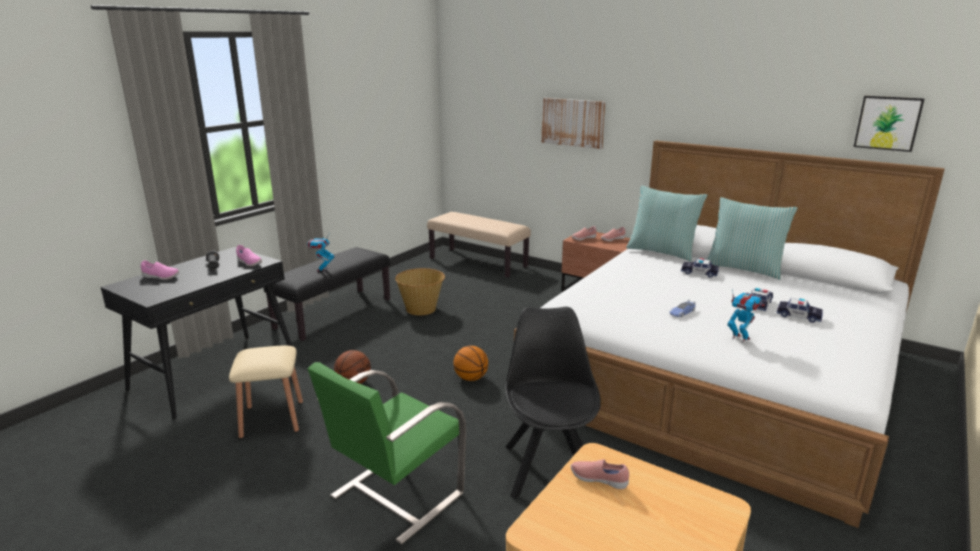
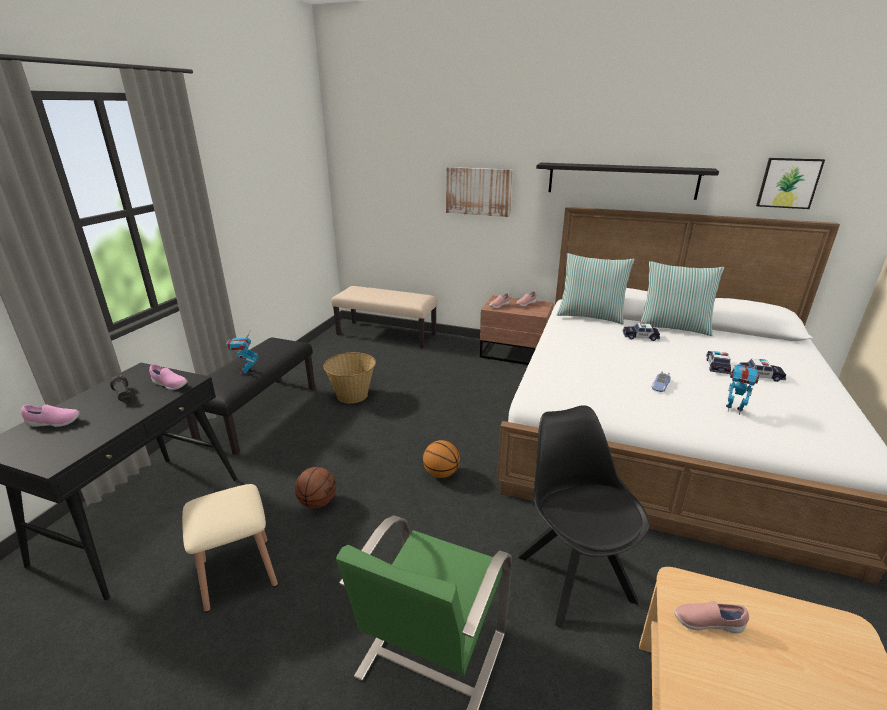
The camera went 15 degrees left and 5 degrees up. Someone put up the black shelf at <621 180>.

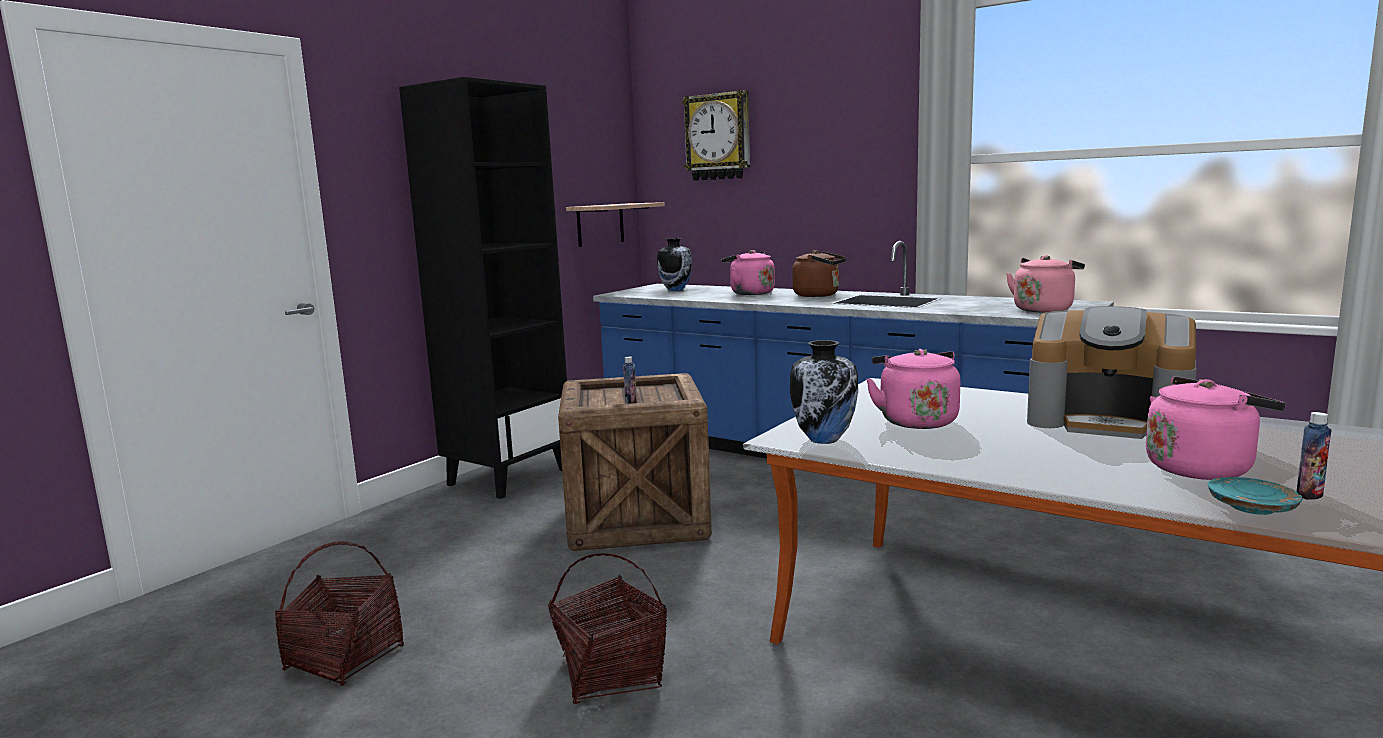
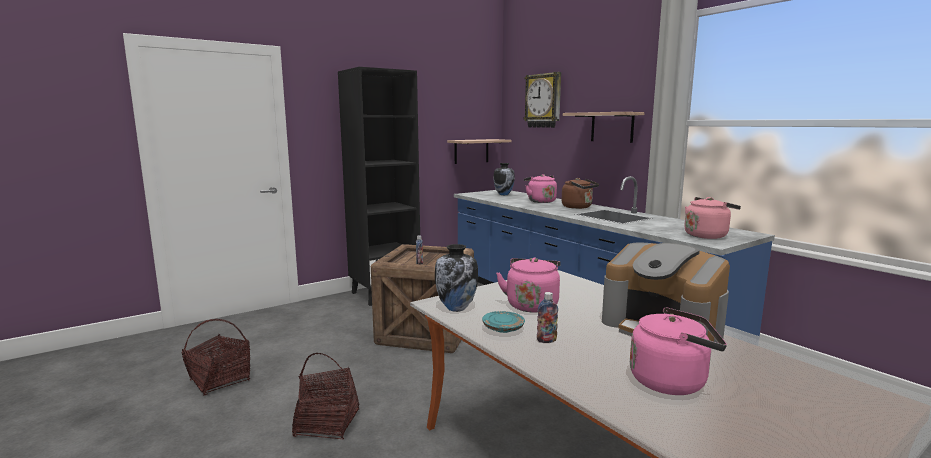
The camera went 20 degrees right and 0 degrees up. Someone put up the shelf at <612 127>. Someone carried the turquoise plate from <1251 507> to <503 328>. Someone carried the bottle from <1309 495> to <546 340>.

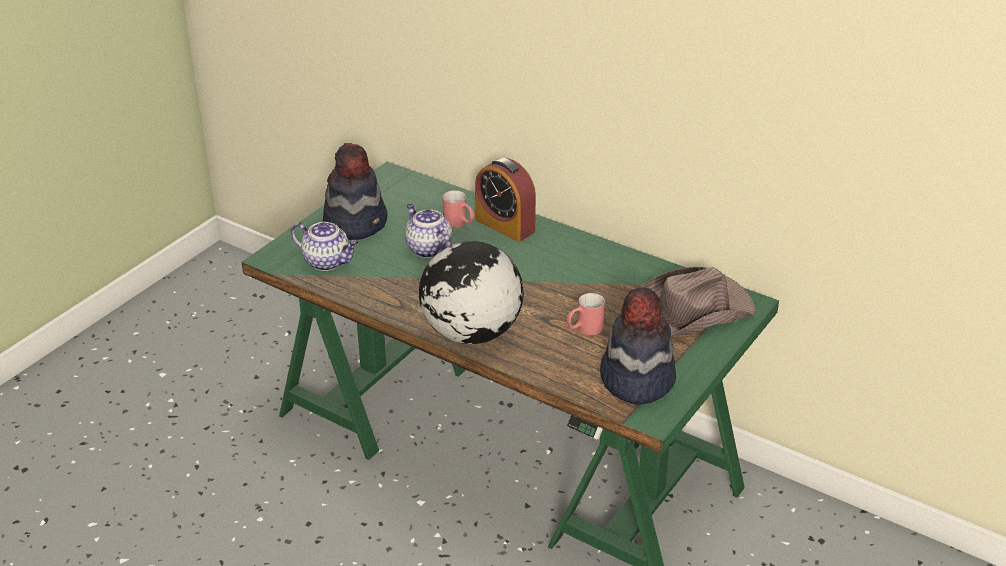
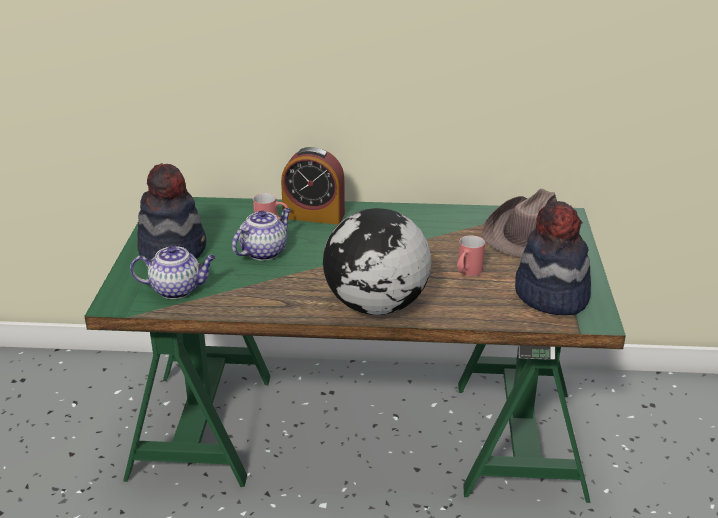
The camera went 30 degrees left and 5 degrees down. Someone rotated the teapot at <428 249> by 105 degrees clockwise.

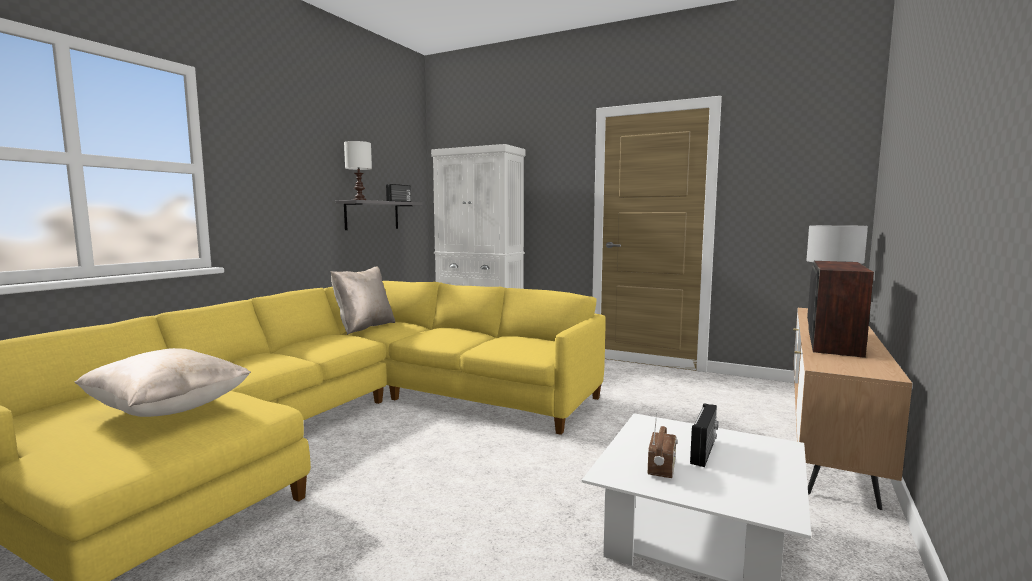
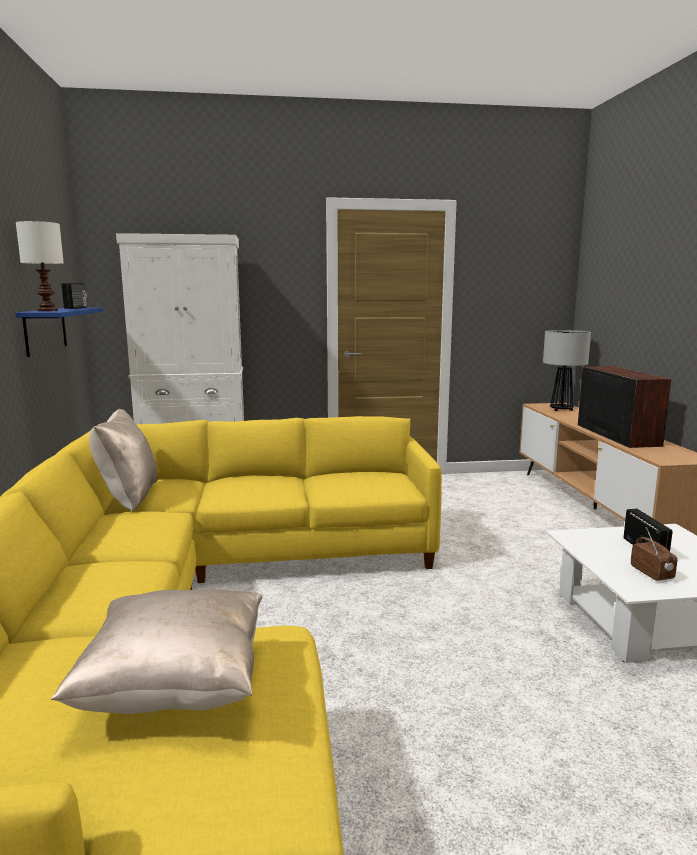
The camera went 35 degrees left and 5 degrees up. Someone repainted the grey shelf at <372 215>, which became the blue shelf at <45 330>.

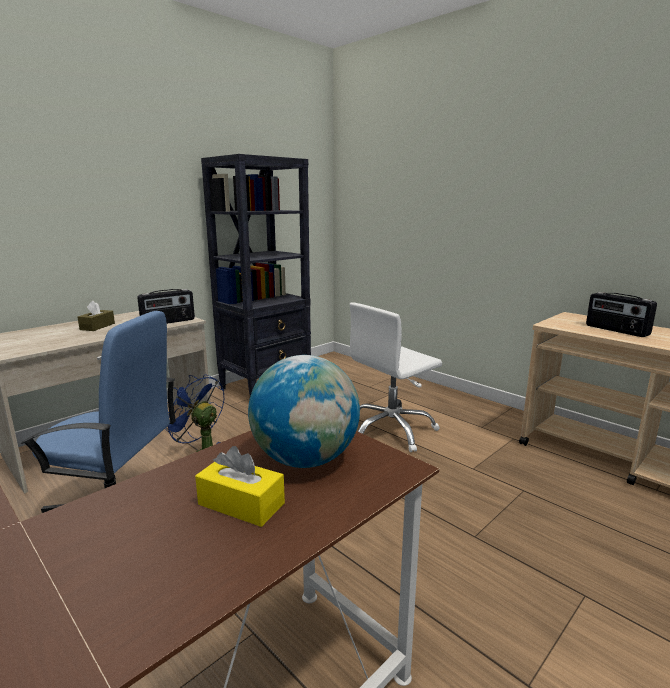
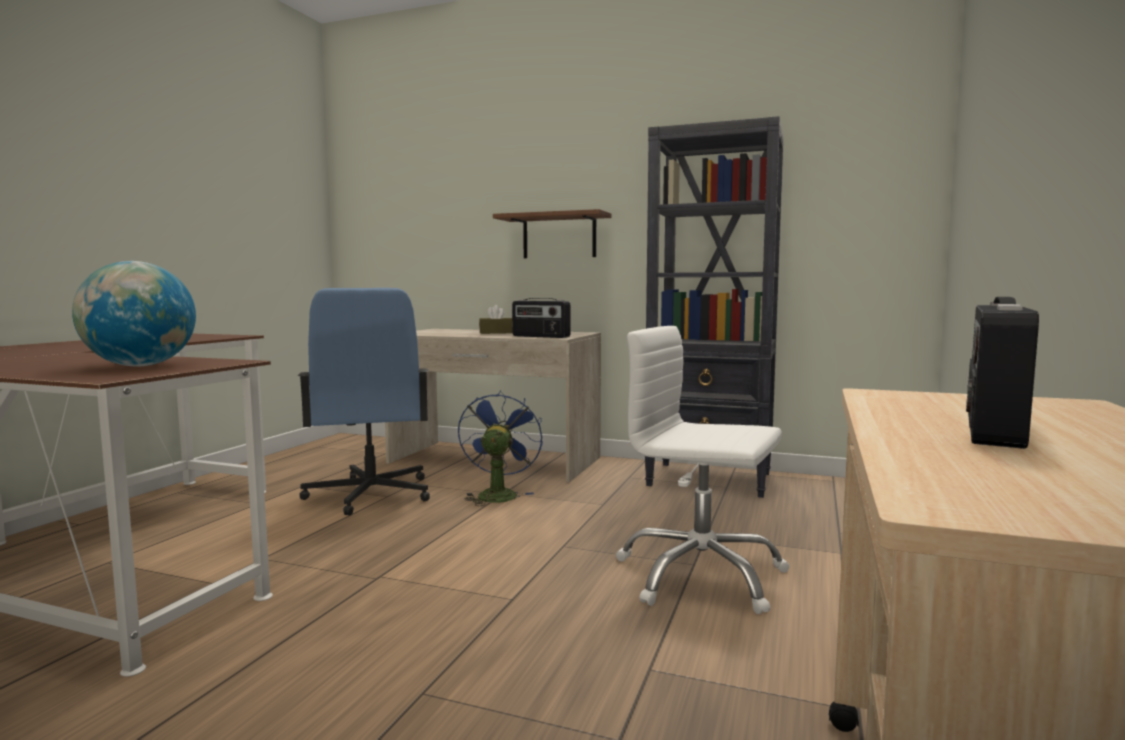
The camera went 65 degrees right and 10 degrees down. Someone took away the yellow tissue box at <241 504>. Someone put up the brown shelf at <559 236>.

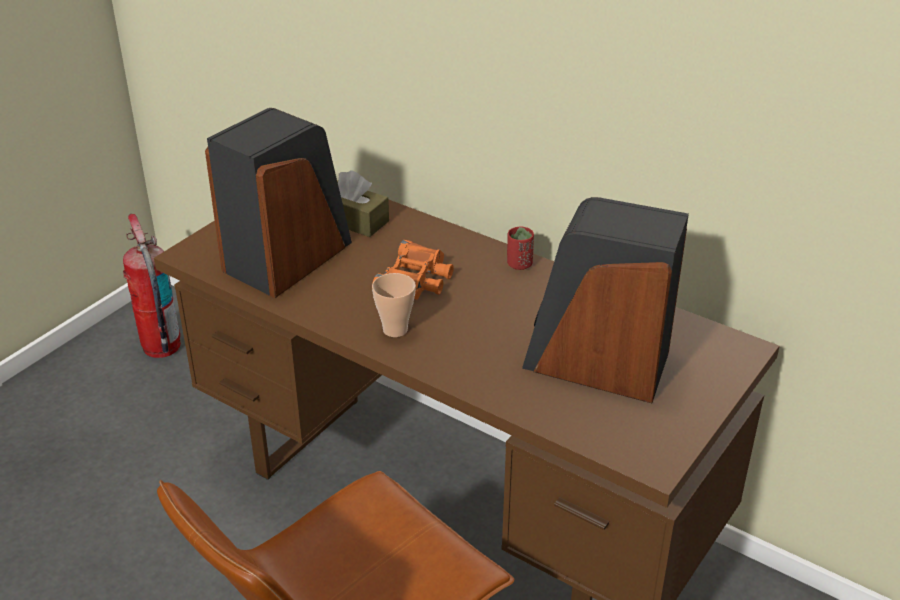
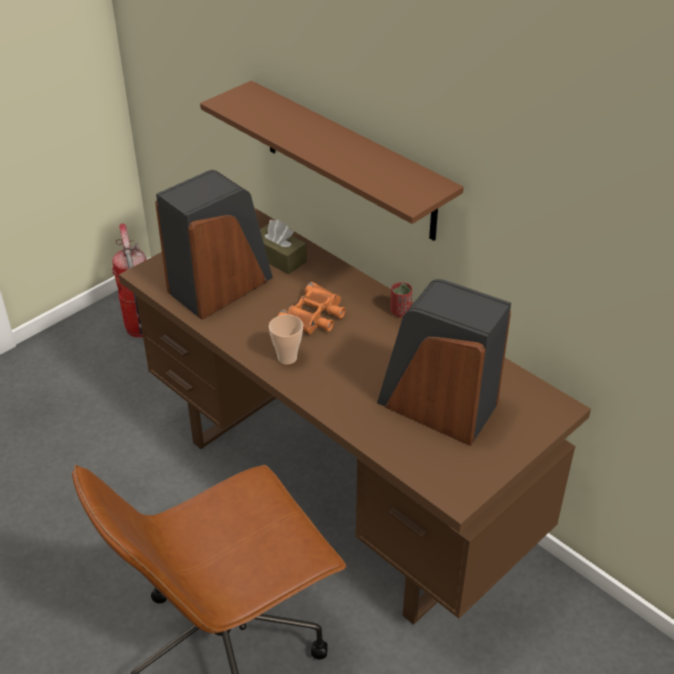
The camera went 10 degrees right and 5 degrees up. Someone put up the brown shelf at <349 161>.

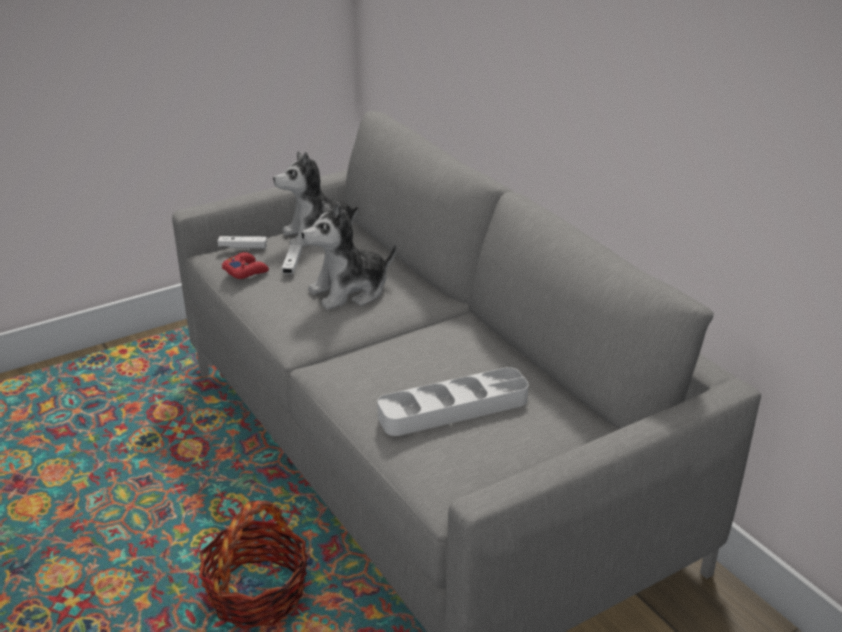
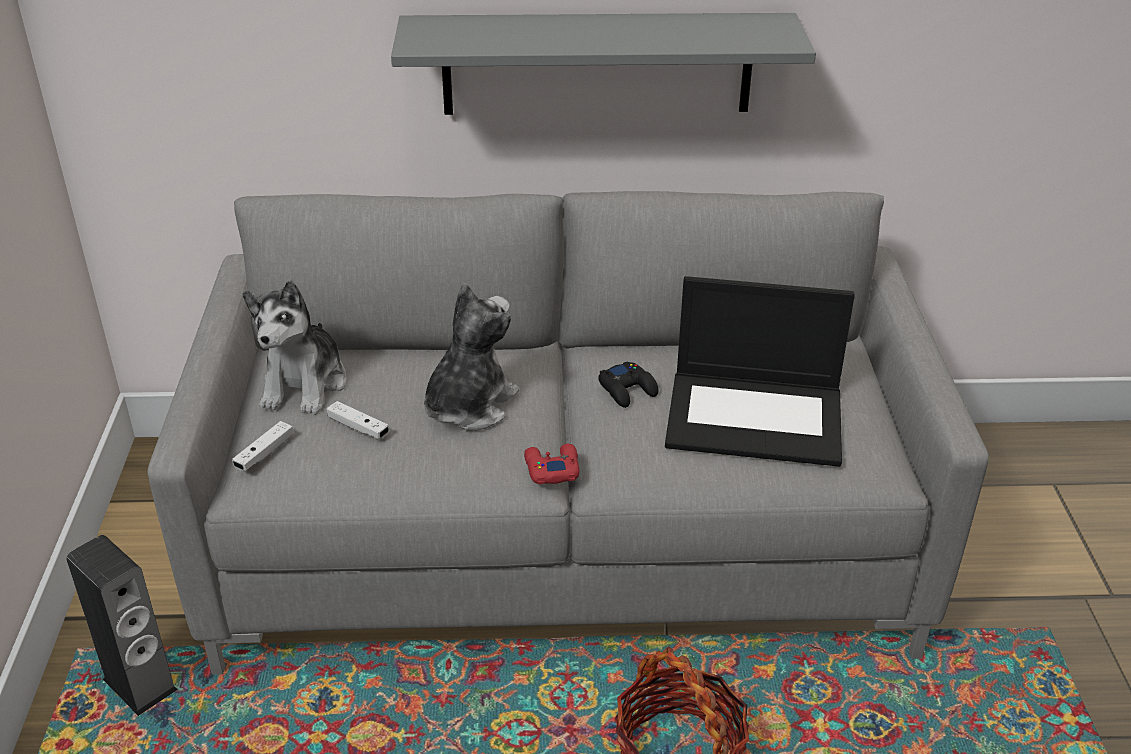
The camera went 60 degrees left and 5 degrees up. Someone put down the speaker at <140 686>. Someone put up the grey shelf at <597 64>. Someone put down the black game controller at <628 390>. Someone carried the red game controller from <245 271> to <551 469>. Someone swapped the grey tray at <453 408> for the laptop at <756 417>. Someone rotated the plush toy at <350 292> by 150 degrees counterclockwise.

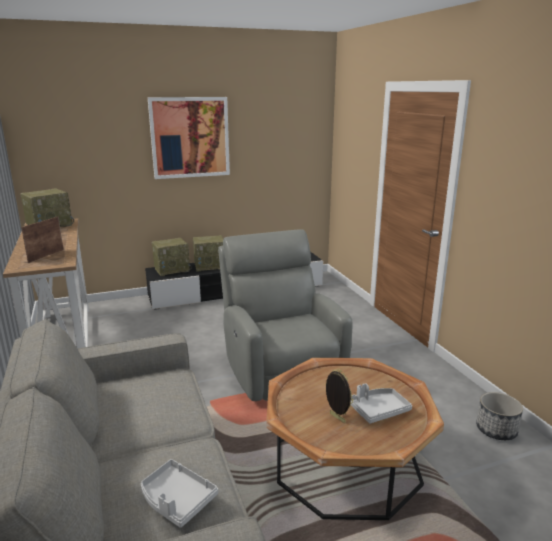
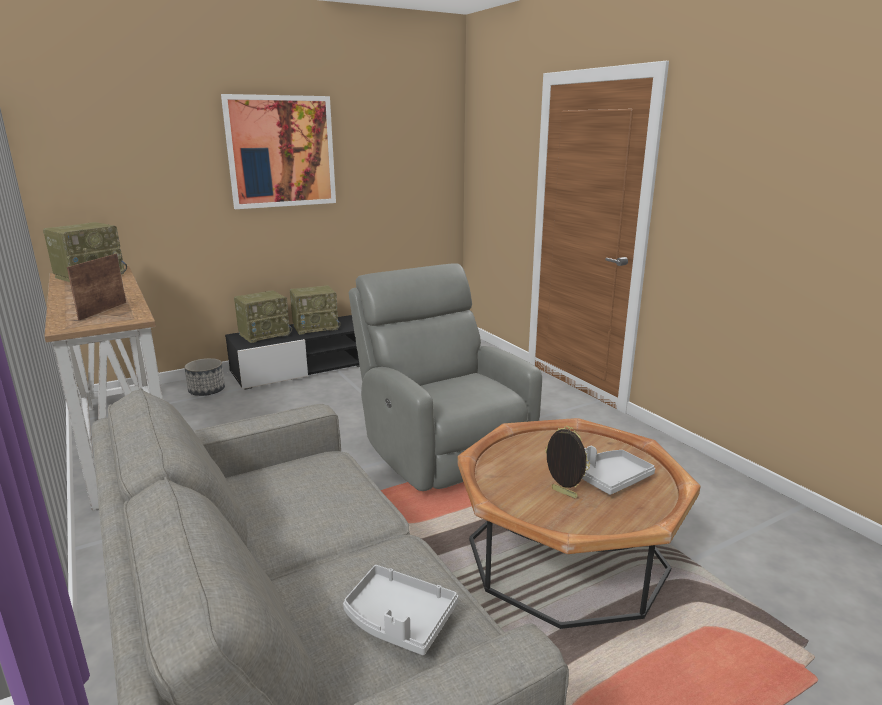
The camera went 10 degrees left and 0 degrees up. Someone carried the planter from <496 429> to <207 391>.

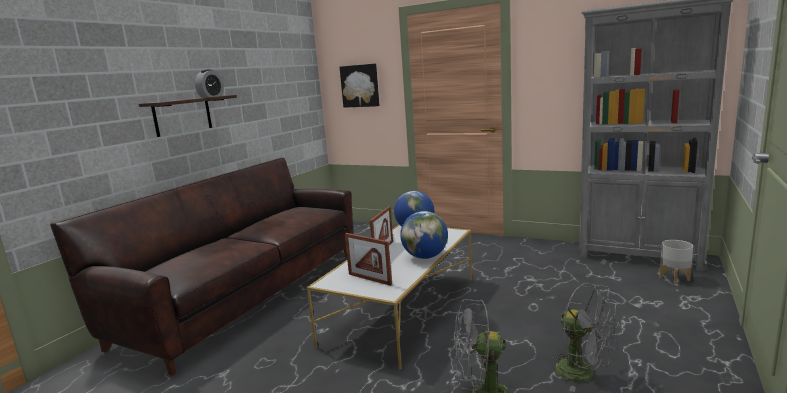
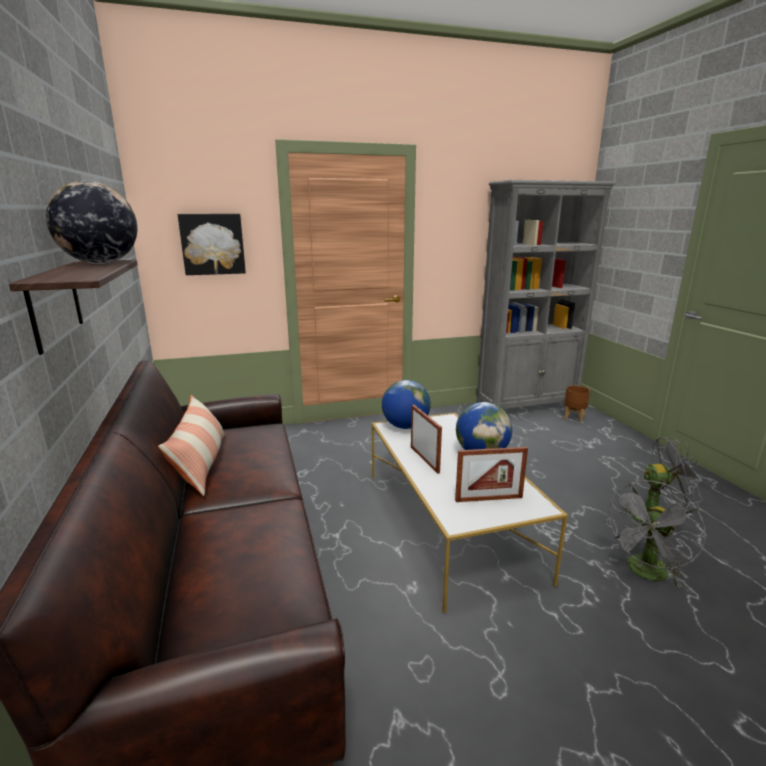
The camera went 45 degrees left and 5 degrees up. Someone put down the pillow at <201 463>. Someone swapped the alarm clock at <211 96> for the globe at <101 263>. Someone repainted the grey planter at <674 278>, which became the brown planter at <574 417>.

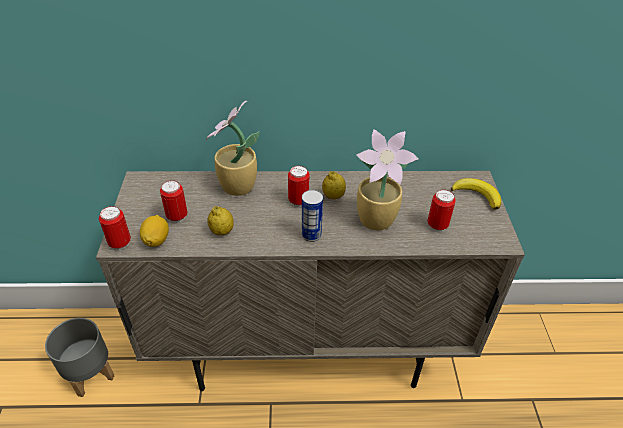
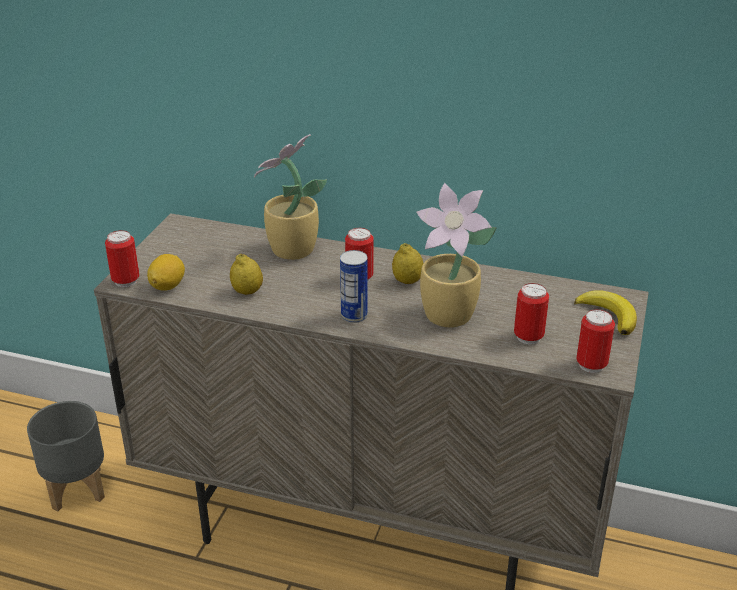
The camera went 20 degrees right and 10 degrees down. Someone carried the can from <177 216> to <591 365>.

